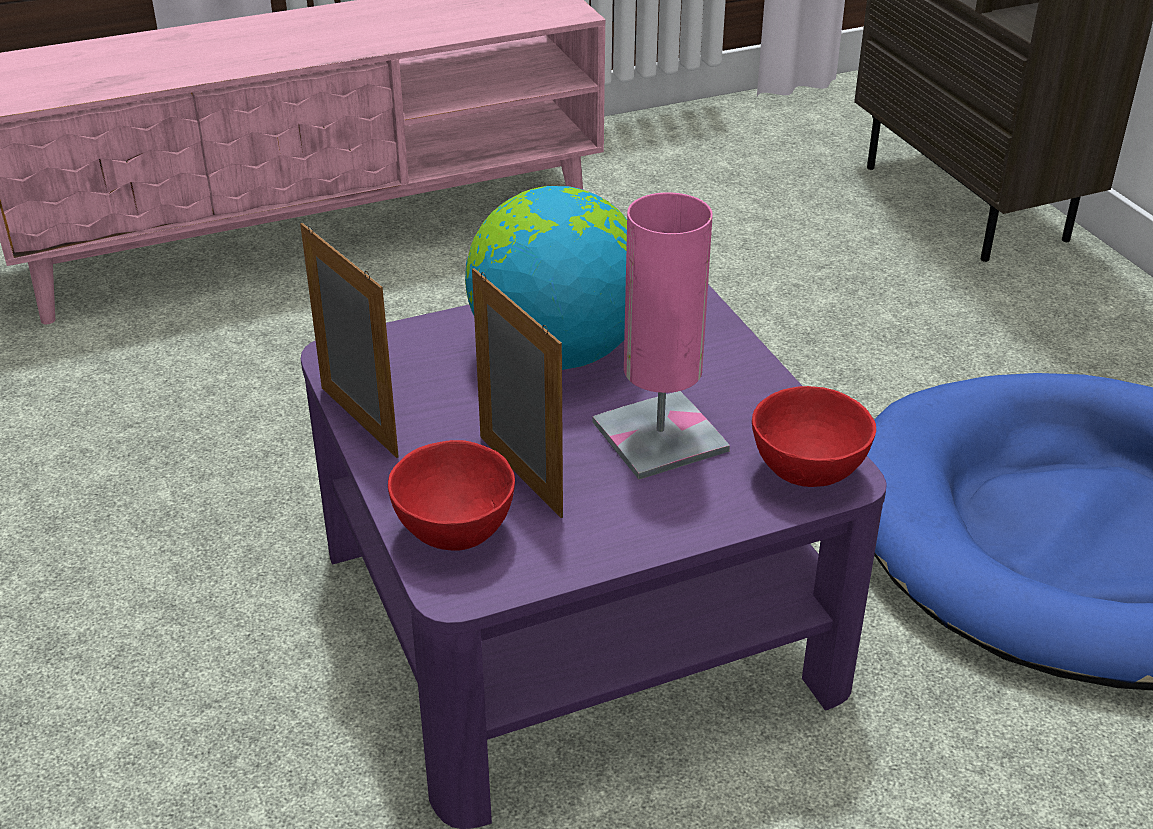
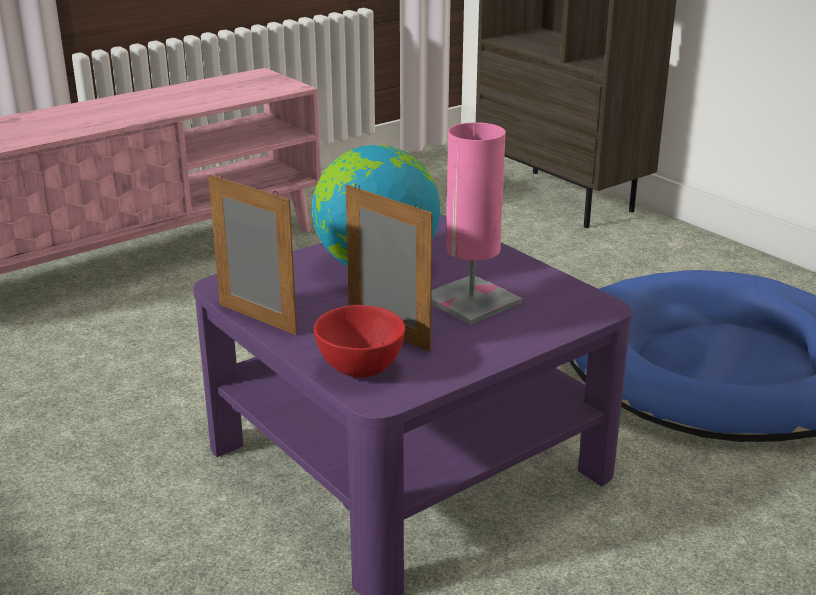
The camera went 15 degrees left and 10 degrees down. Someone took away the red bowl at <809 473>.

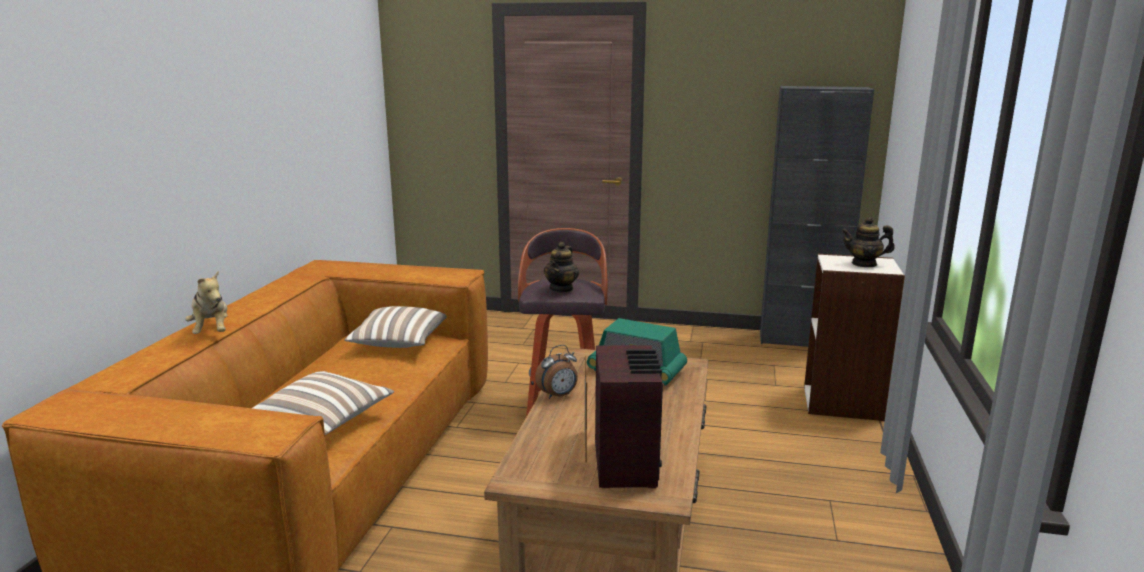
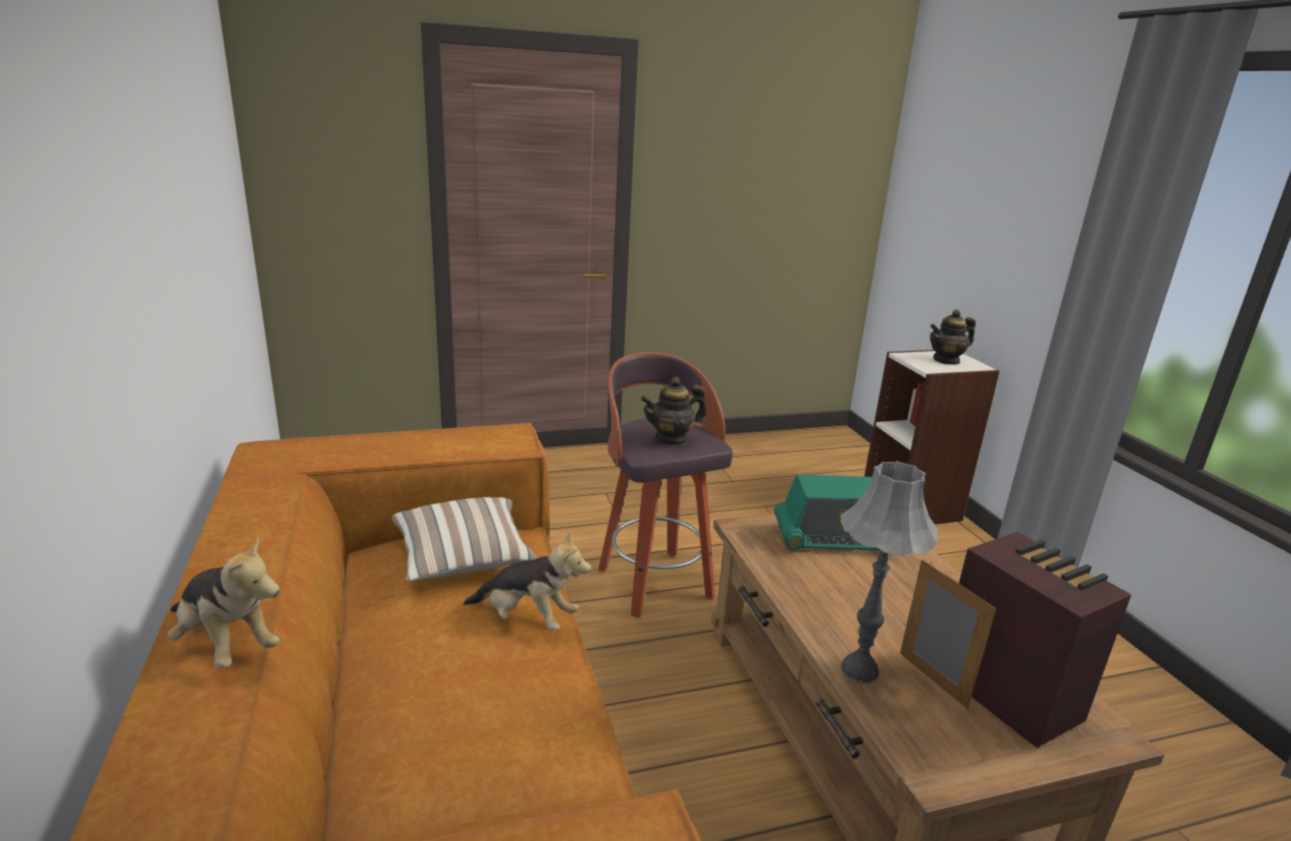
The camera went 30 degrees left and 5 degrees up. Someone took away the pillow at <325 421>. Someone took away the alarm clock at <558 396>. Someone took away the black cabinet at <800 340>. Someone put down the plush toy at <527 618>. Someone put down the grey table lamp at <859 670>. Someone rotated the teapot at <562 289> by 75 degrees clockwise.

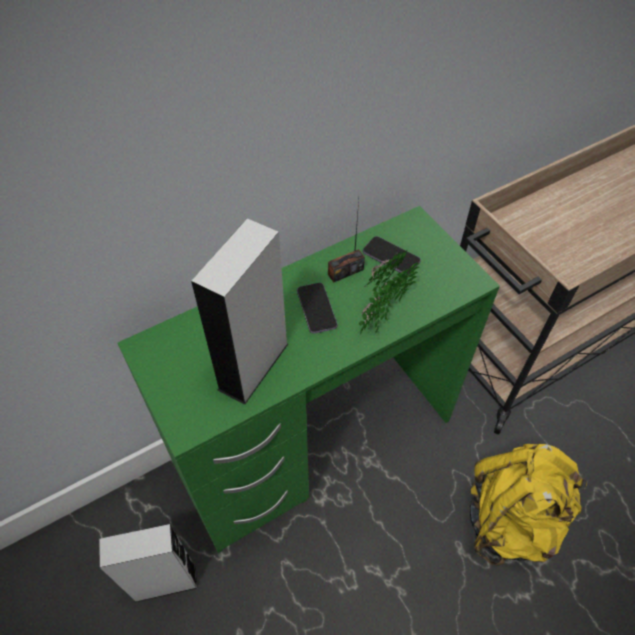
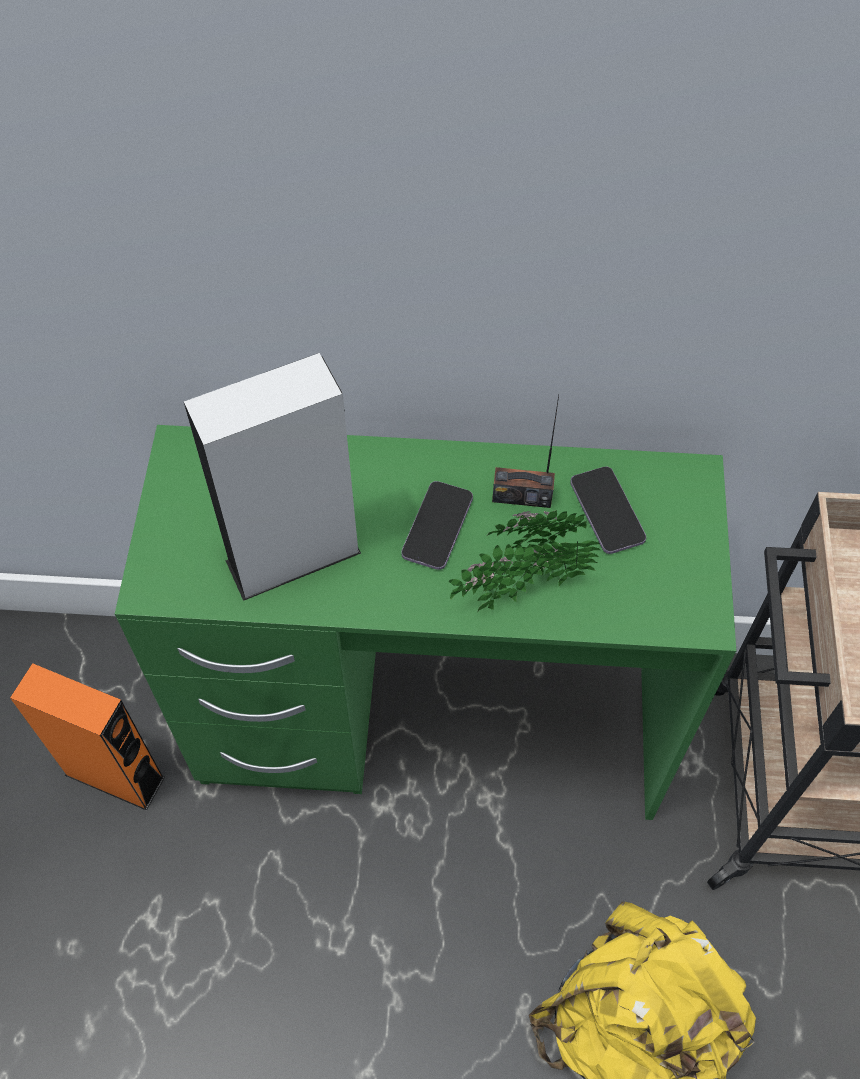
The camera went 35 degrees right and 5 degrees up. Someone repainted the grey speaker at <165 582>, which became the orange speaker at <115 776>.

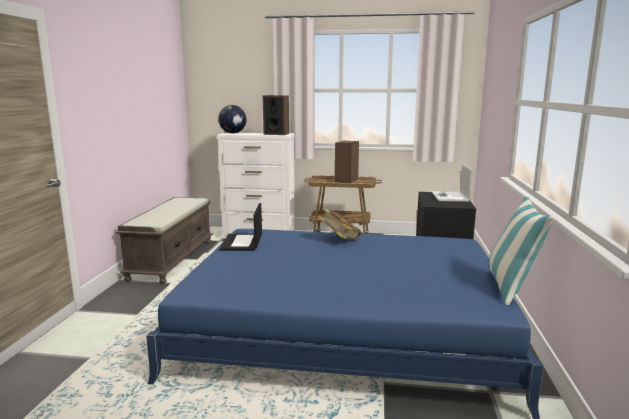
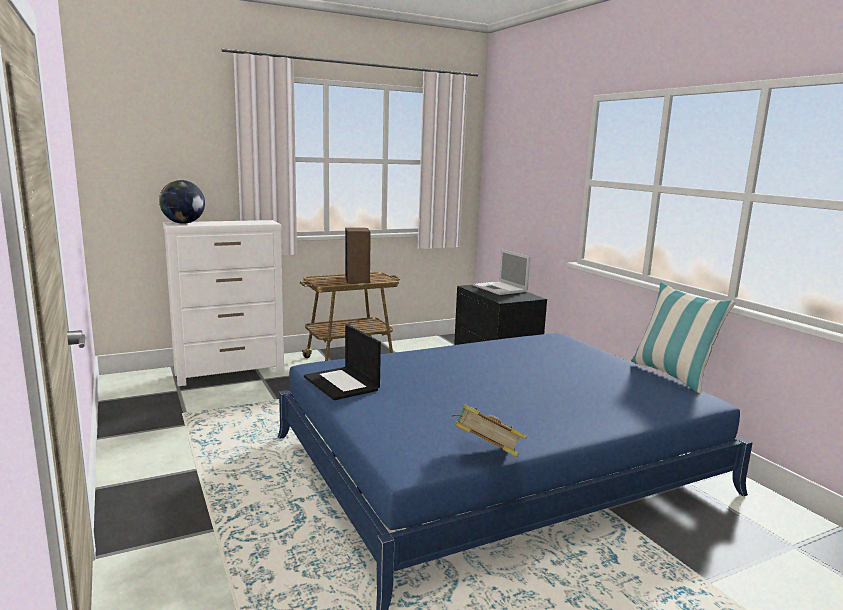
The camera went 35 degrees left and 0 degrees up. Someone took away the brown bench at <172 259>. Someone took away the speaker at <276 134>. Someone carried the book from <339 240> to <485 455>.

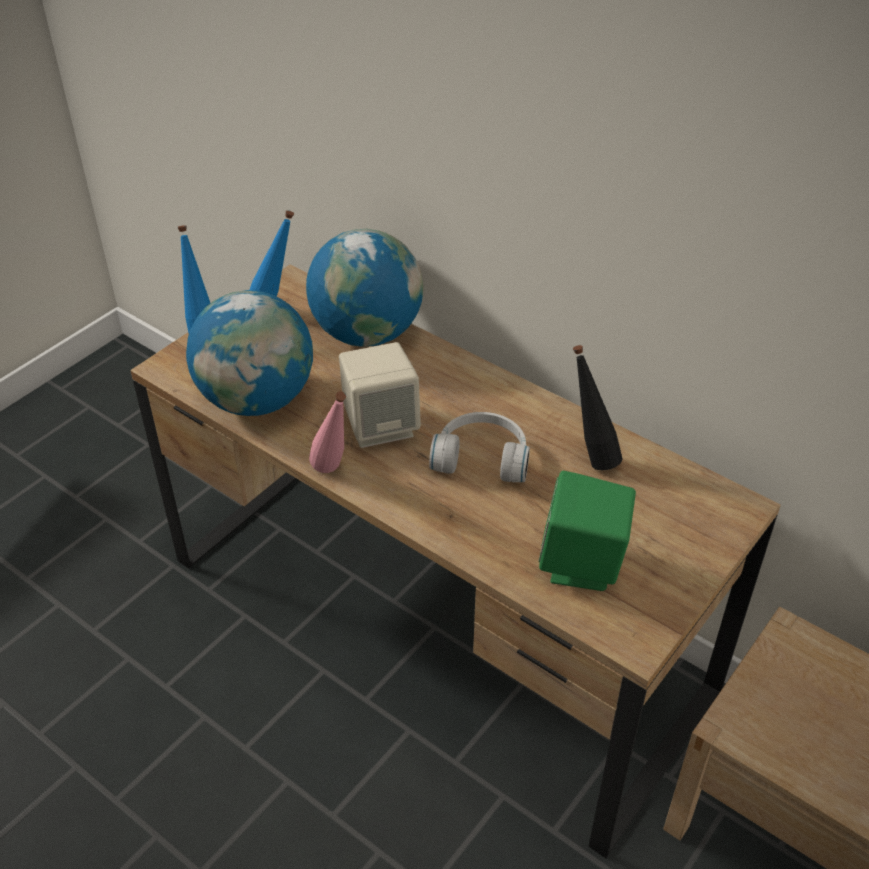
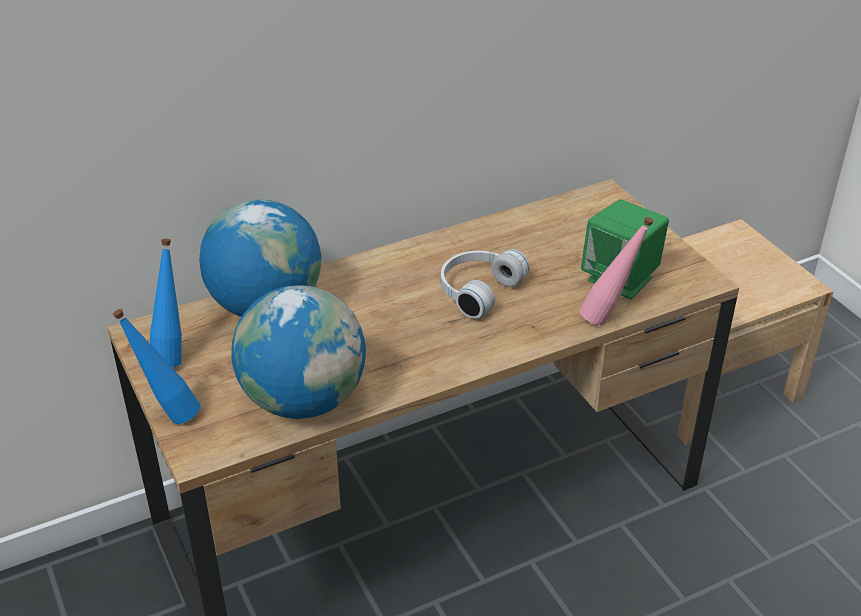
The camera went 65 degrees left and 5 degrees down. Someone took away the beige speaker at <381 426>. Someone took away the black bottle at <590 456>. Someone carried the pink bottle from <334 474> to <609 318>.

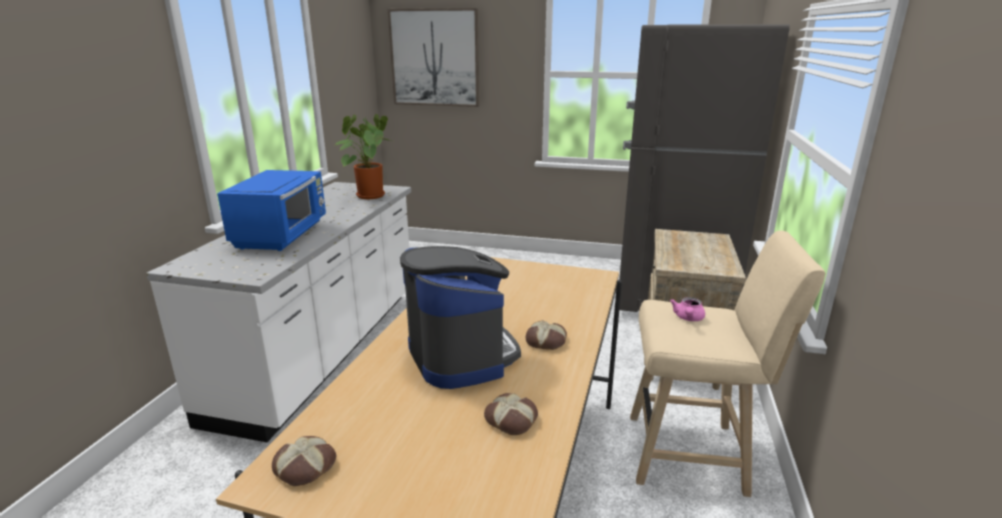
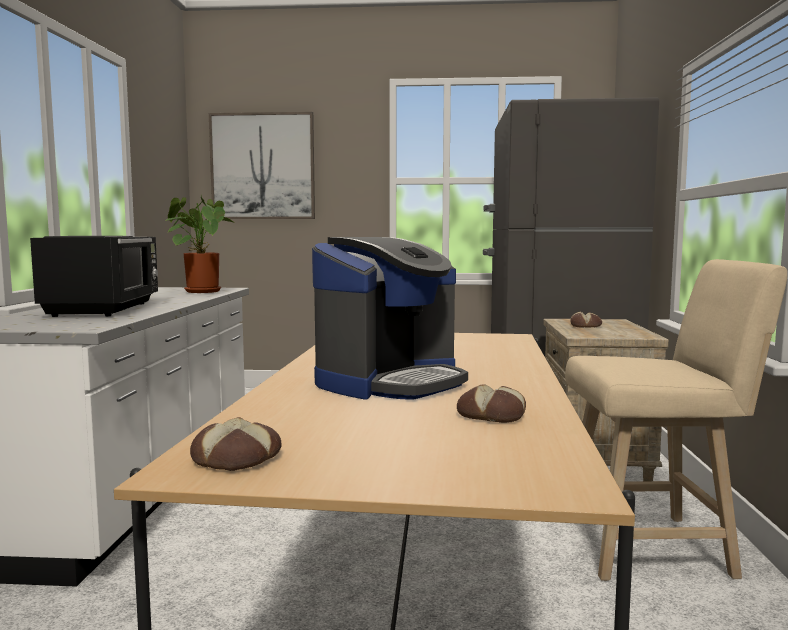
The camera went 10 degrees left and 15 degrees down. Someone took away the pink teapot at <688 318>. Someone carried the bread from <546 341> to <585 326>. Someone repainted the blue microwave at <282 235>, which became the black microwave at <105 309>. Someone rotated the coffee machine at <461 355> by 75 degrees clockwise.

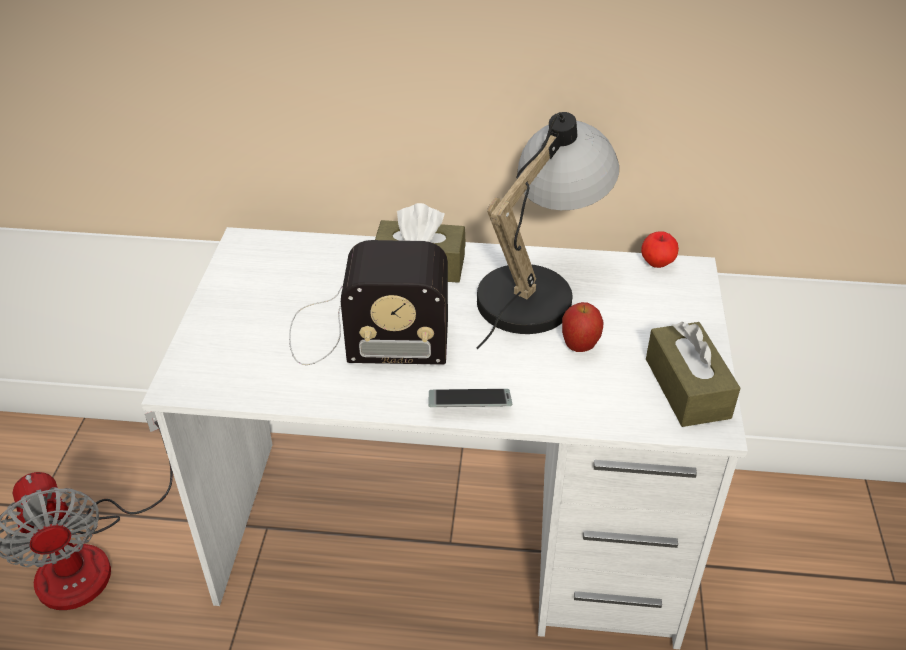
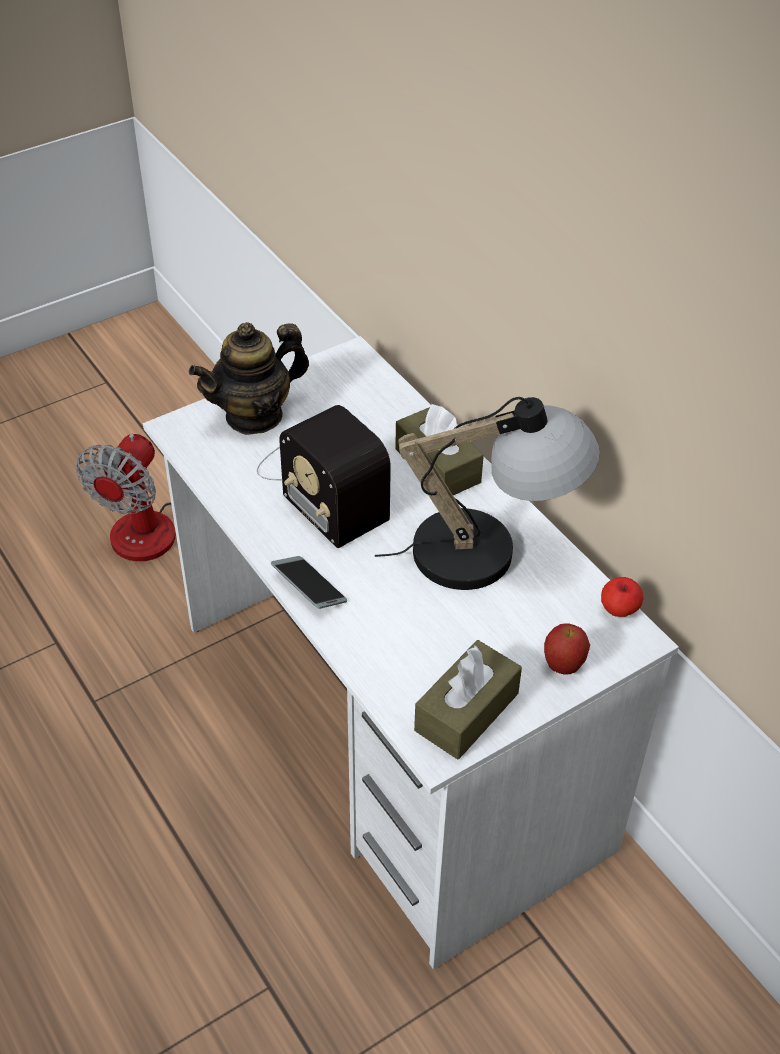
The camera went 50 degrees right and 5 degrees up. Someone put down the teapot at <254 415>. Someone carried the apple from <579 347> to <563 666>.

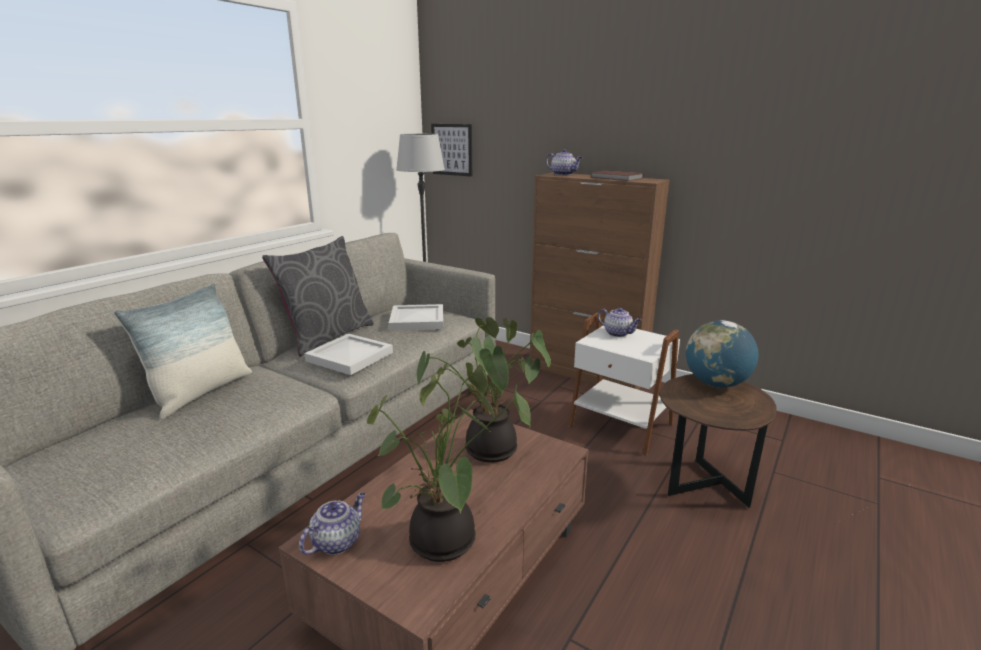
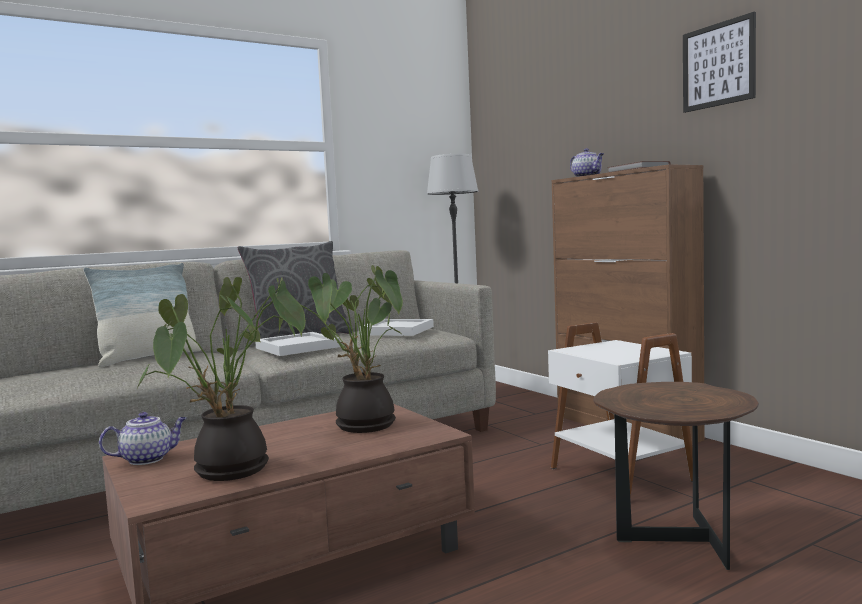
The camera went 25 degrees right and 15 degrees down. Someone took away the teapot at <618 333>. Someone took away the globe at <716 384>. Someone carried the picture from <452 149> to <718 65>.

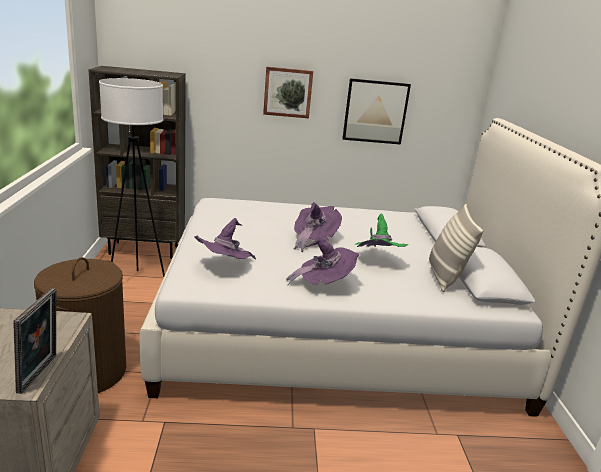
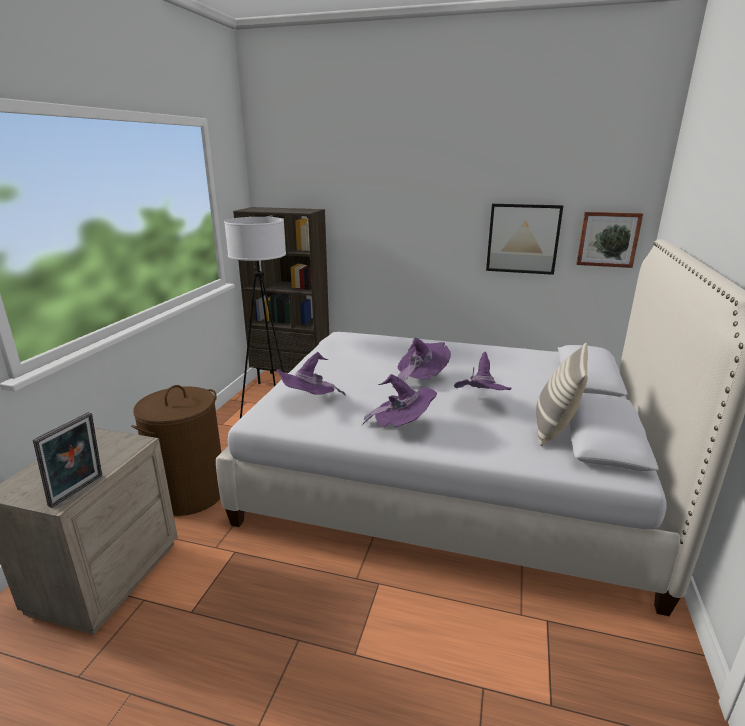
The camera went 20 degrees right and 0 degrees up. Someone carried the picture from <287 92> to <608 239>. Someone repainted the green hat at <377 260>, which became the purple hat at <480 404>.

